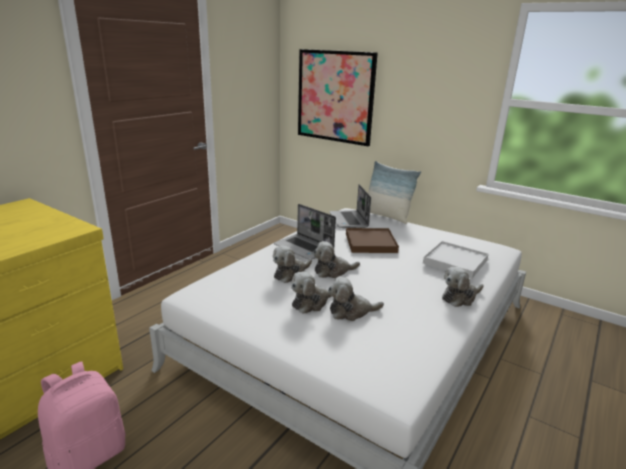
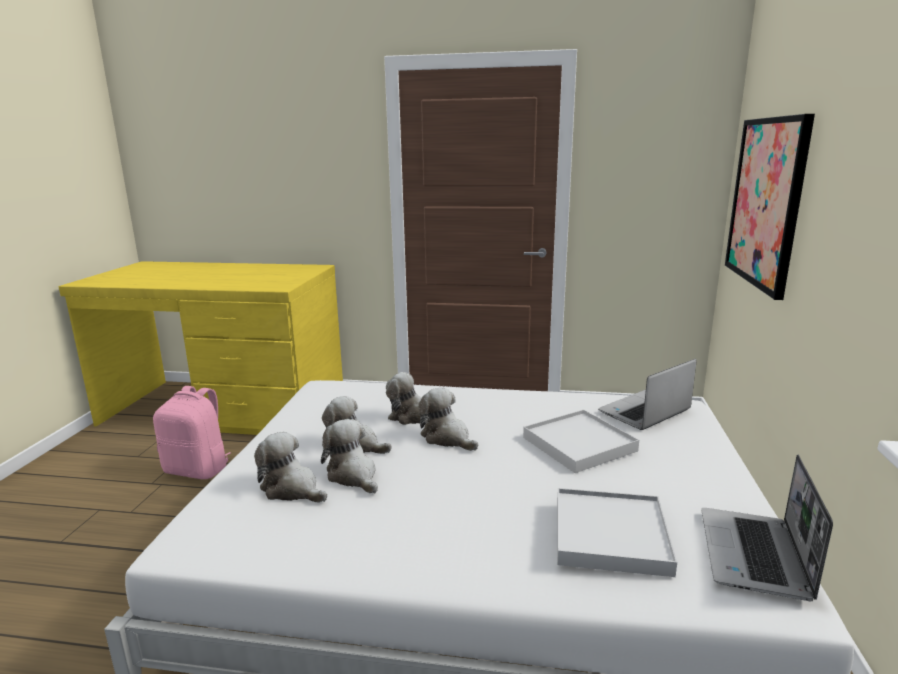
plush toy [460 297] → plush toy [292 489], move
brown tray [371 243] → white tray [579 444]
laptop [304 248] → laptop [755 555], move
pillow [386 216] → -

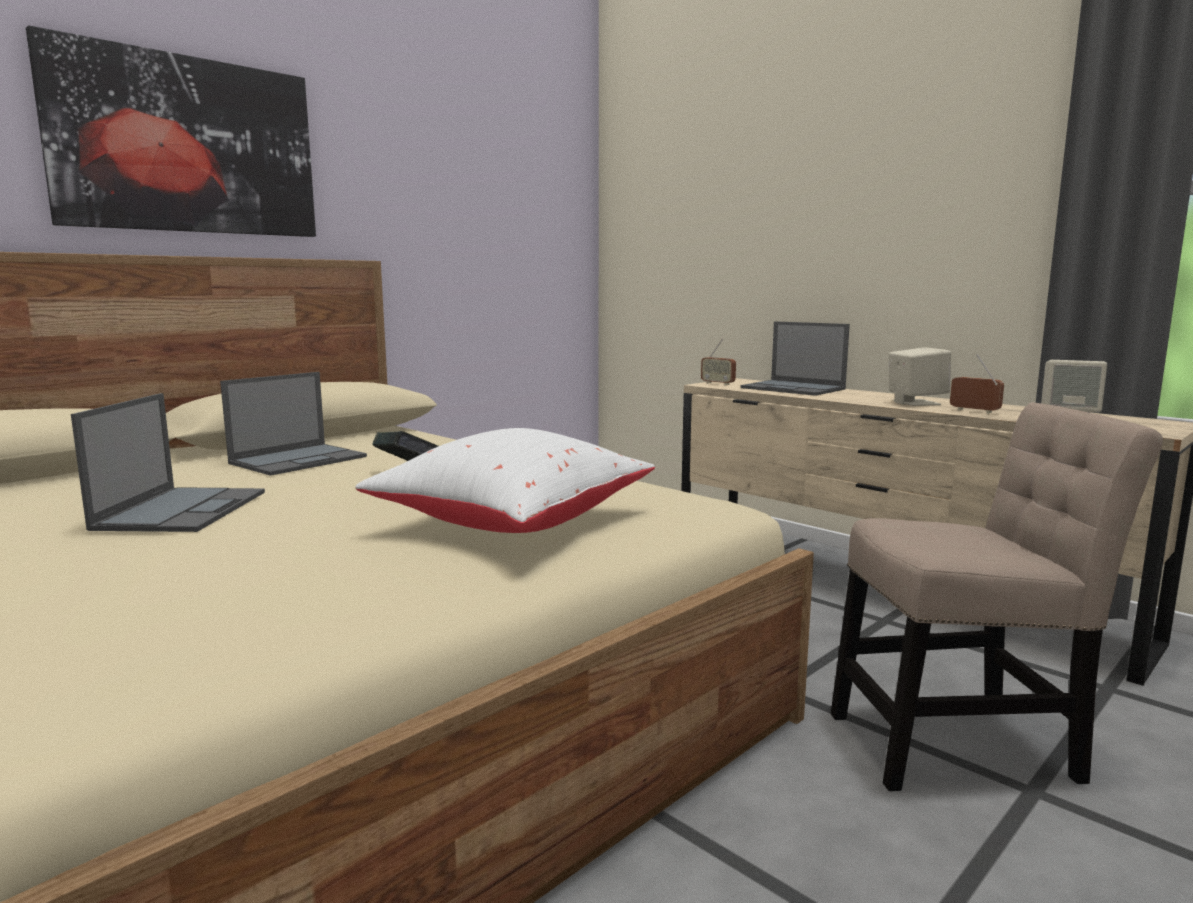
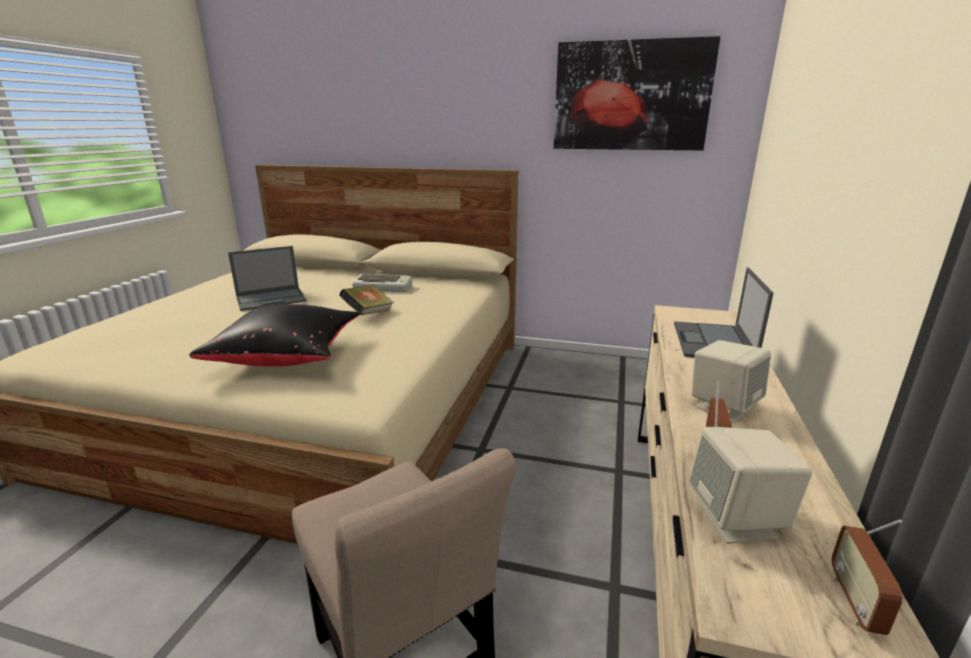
white pillow [511 523] → black pillow [287 356]
laptop [299 460] → keyboard [383 287]
picture [187 145] → picture [631 96], move
radio [718 384] → radio [855 602], move

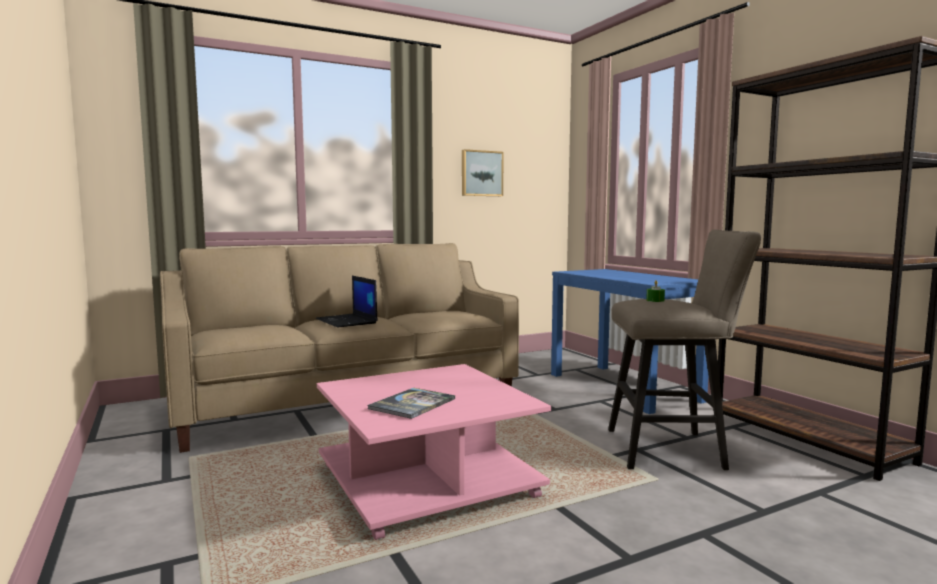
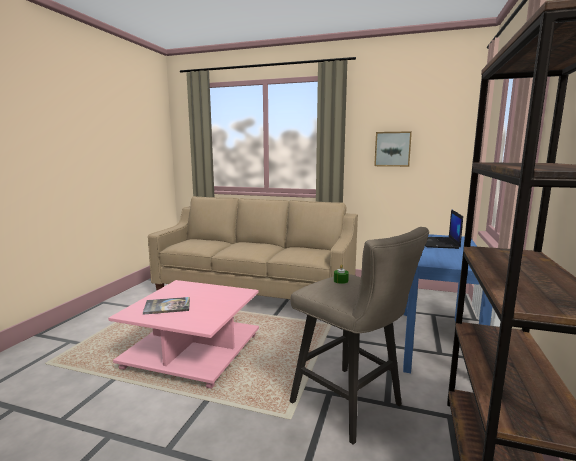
laptop [347 321] → laptop [439 243], move

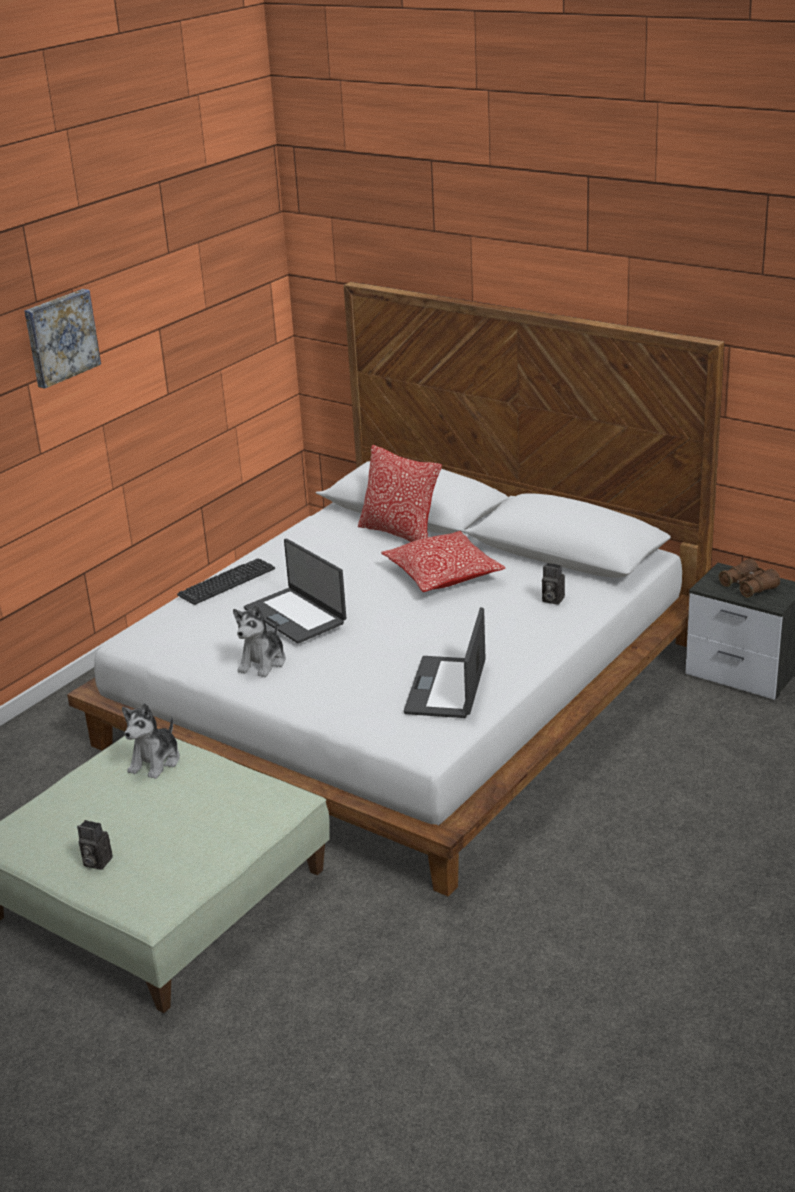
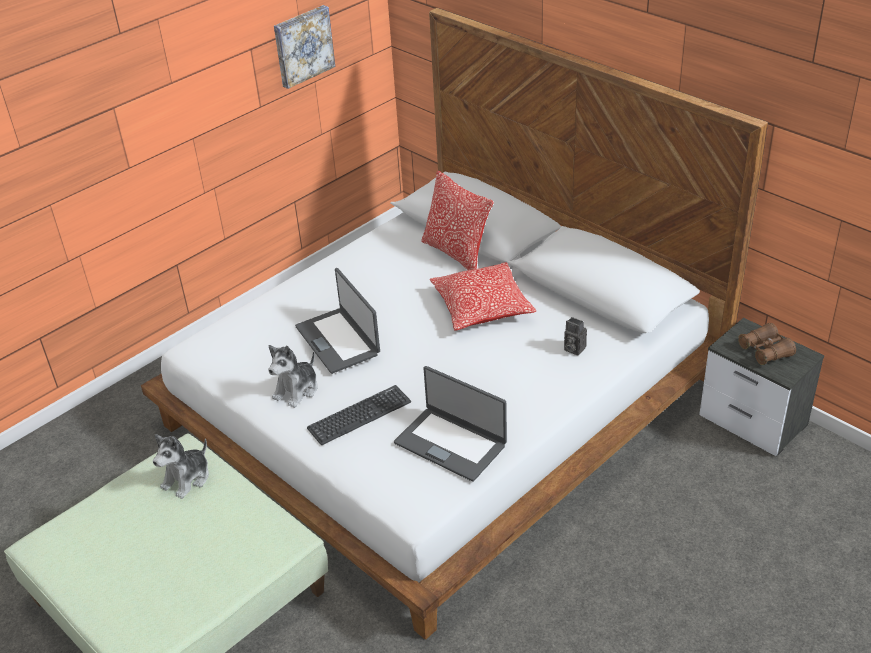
picture [60 337] → picture [303 45], move
keyboard [226 582] → keyboard [359 415], move
laptop [447 688] → laptop [451 443], 75 degrees counterclockwise
photo camera [95 862] → -

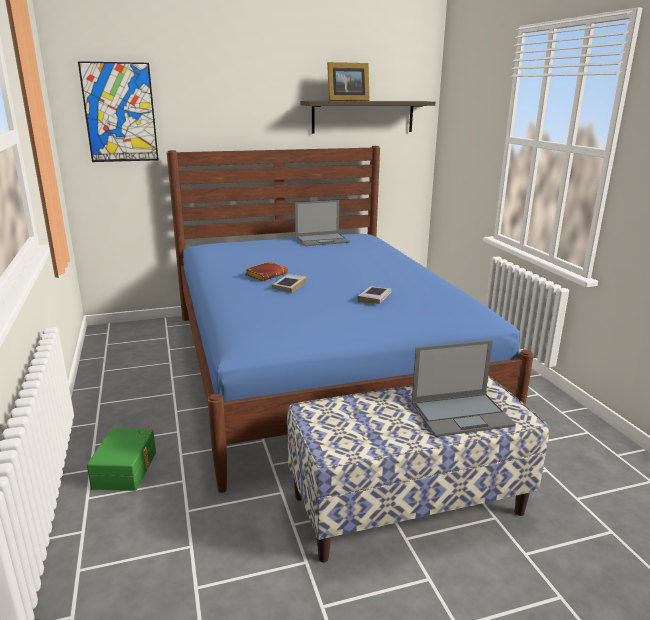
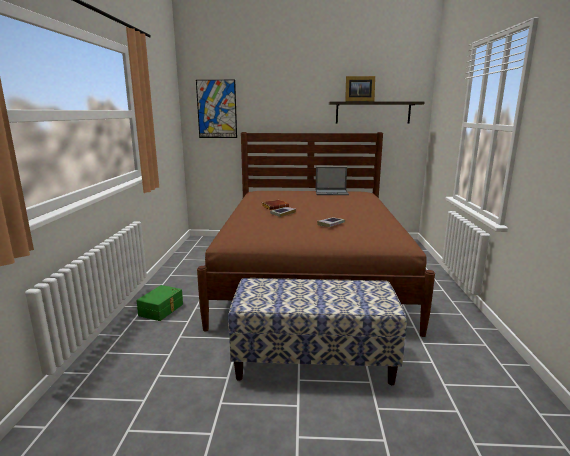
blue bed [319 366] → brown bed [310 274]
laptop [462 414] → -

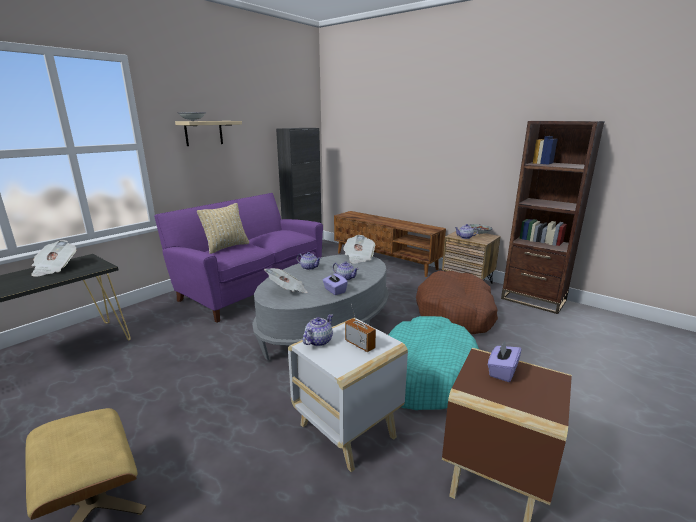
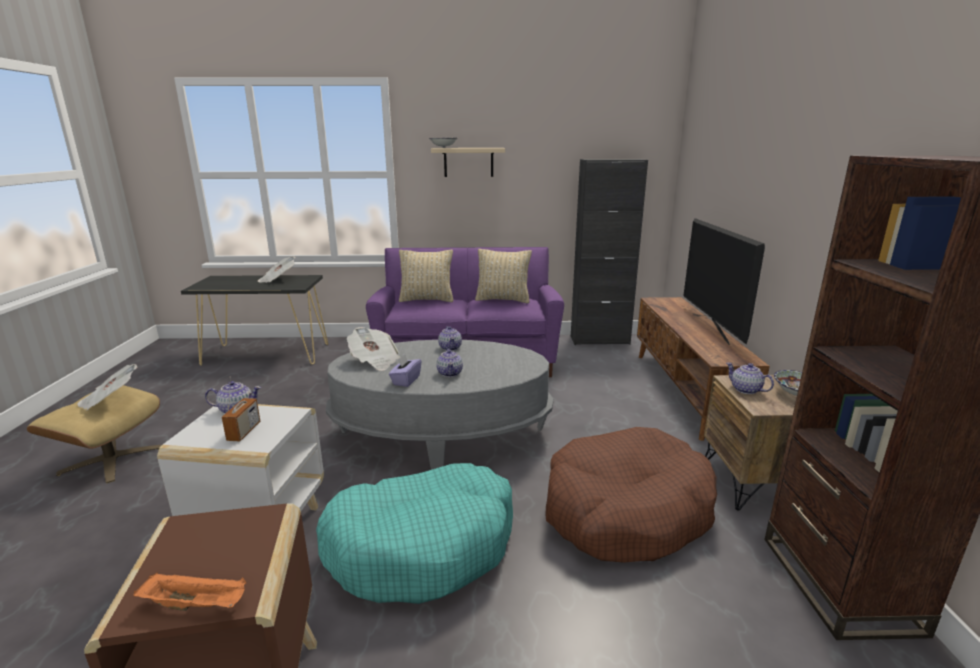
newspaper [358 258] → newspaper [110 400], move
- → orange tray [197 604]
- → beige pillow [503 300]
- → television [710 328]
purple tissue box [502 371] → -

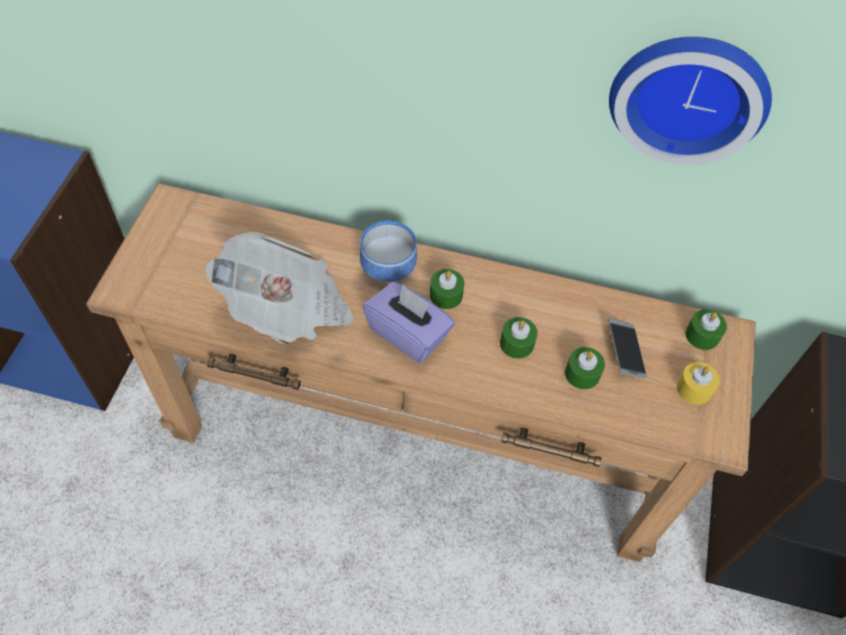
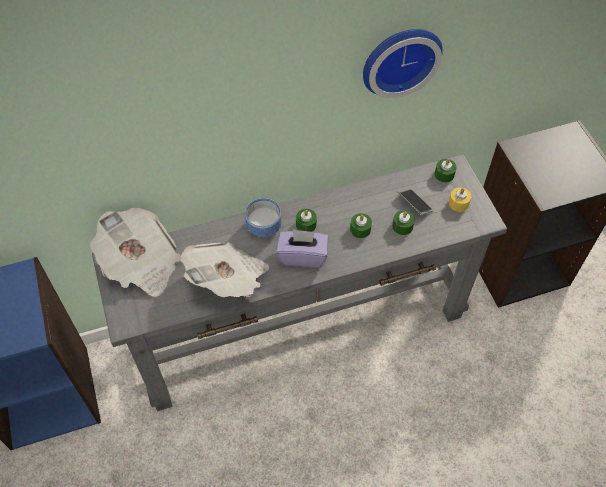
- → newspaper [141 264]
brown console table [415 443] → grey console table [302 328]

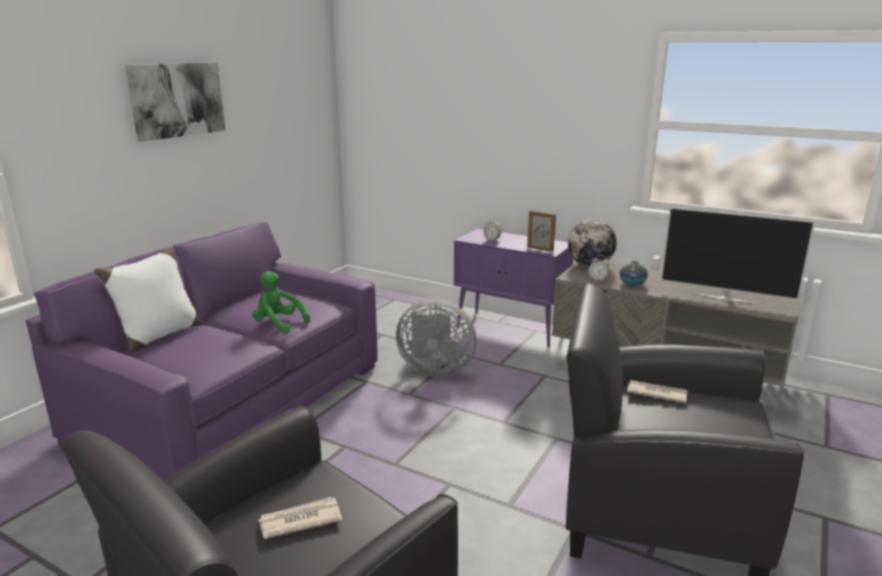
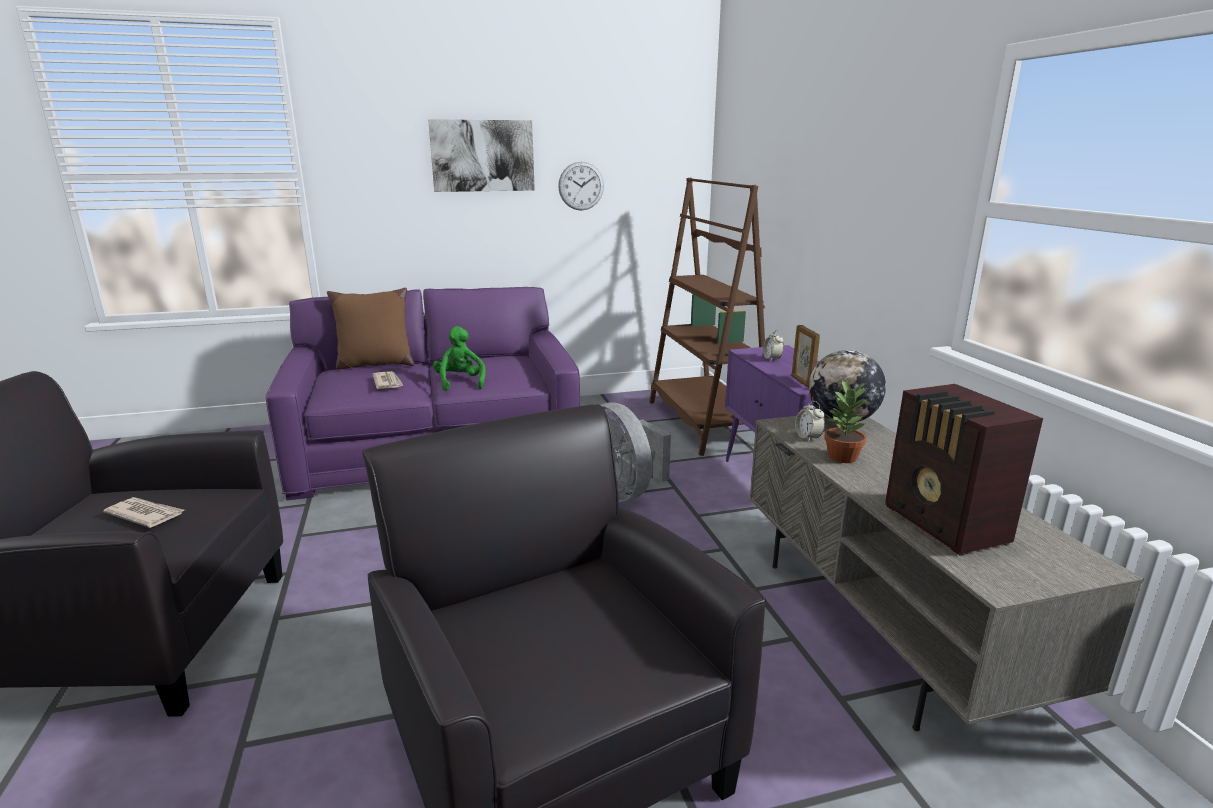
white pillow [158 336] → brown pillow [375 364]
newspaper [656 393] → newspaper [388 382], move
- → wall clock [581 186]
- → brown bookcase [705 423]
vase [632 284] → potted plant [842 457]
television [725 298] → radio [945 525]

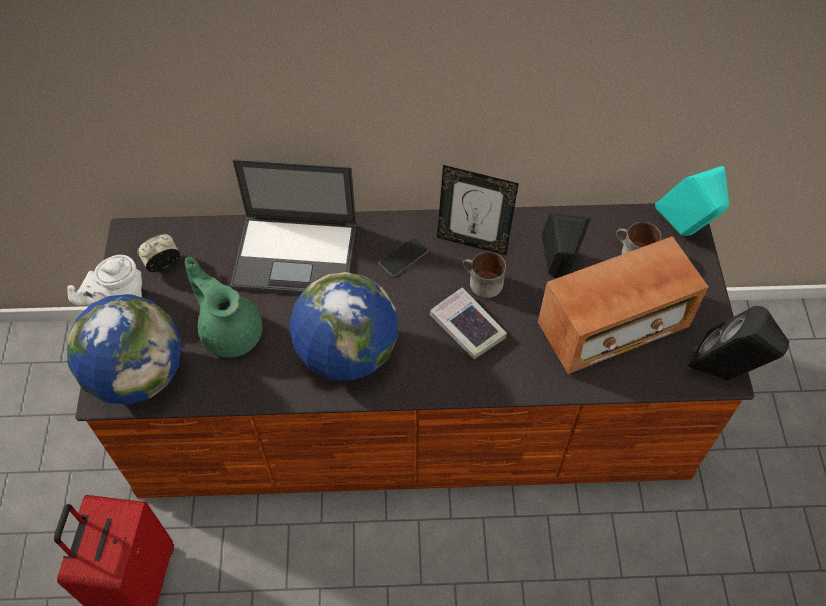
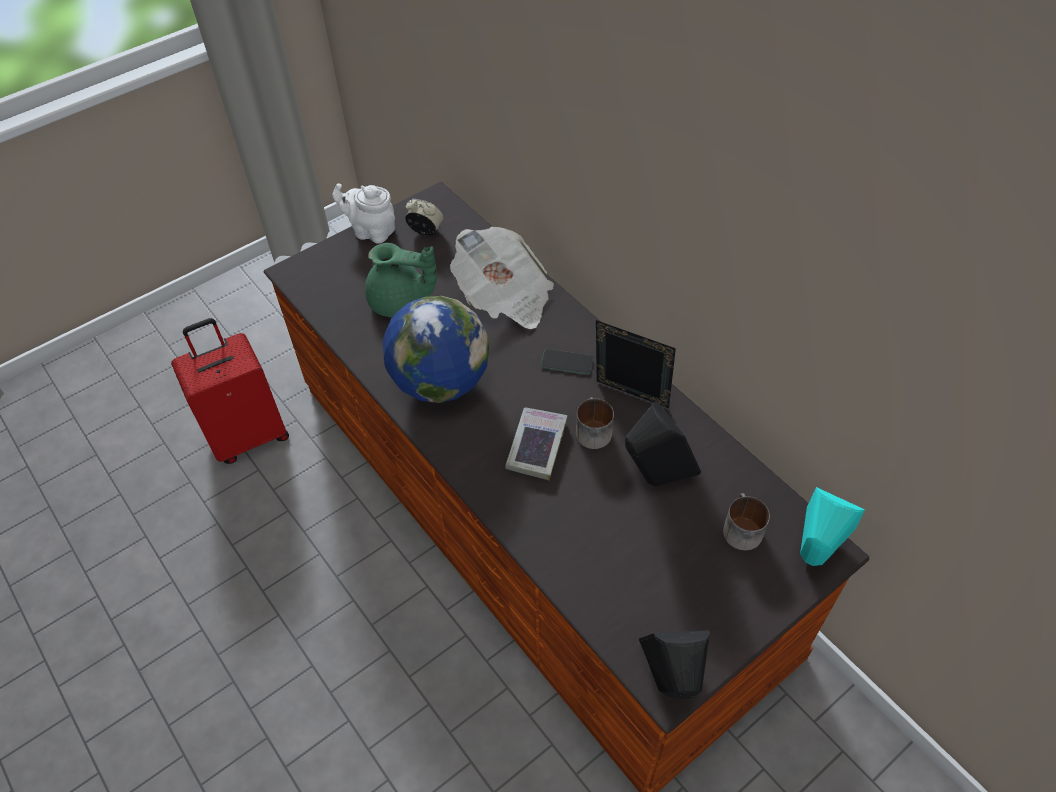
green teapot [230 331] → green teapot [401 303], 90 degrees clockwise
laptop [297 255] → newspaper [504 297]
picture frame [473 241] → picture frame [629 399], 135 degrees clockwise
globe [138 375] → -
radio [613 327] → -

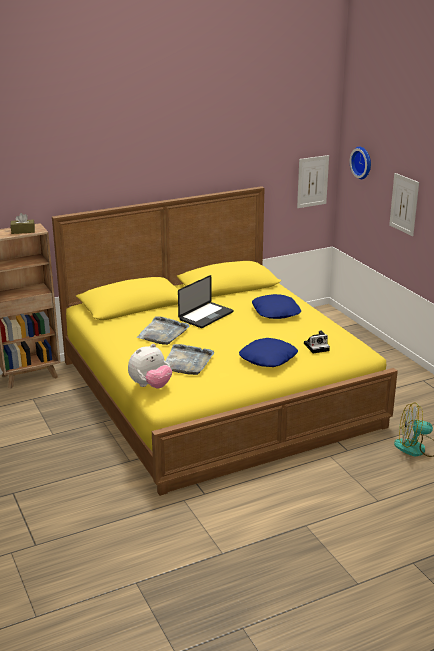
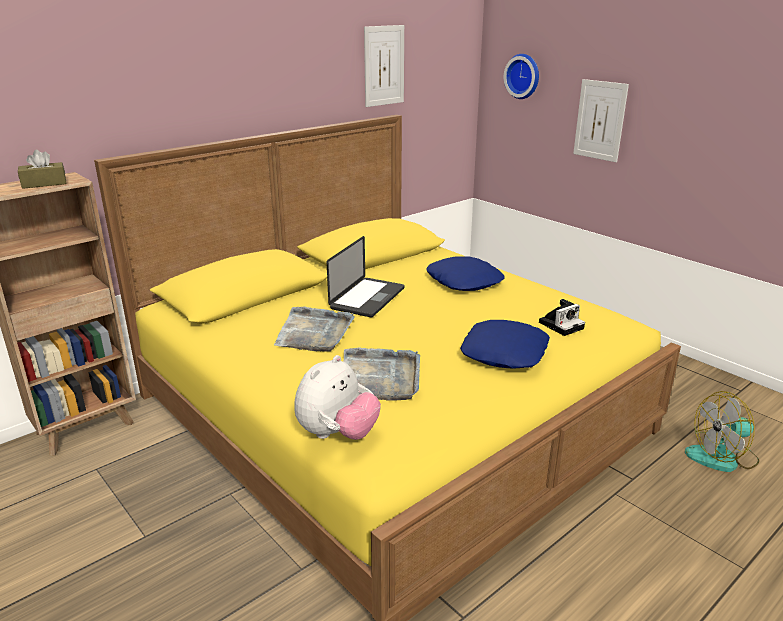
picture [312 181] → picture [384 66], move

